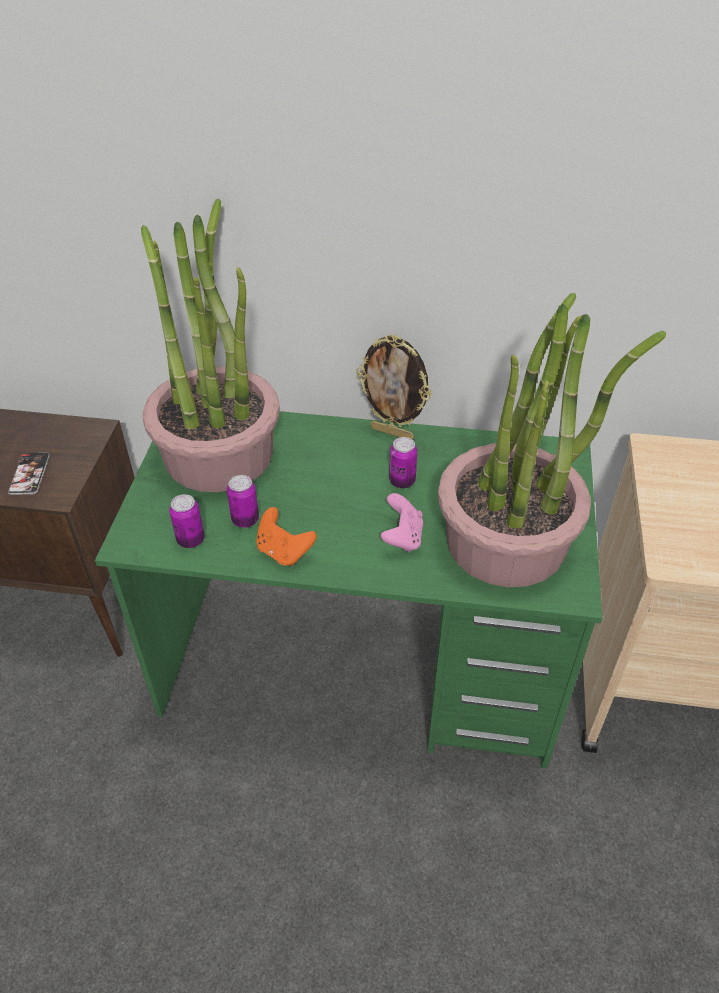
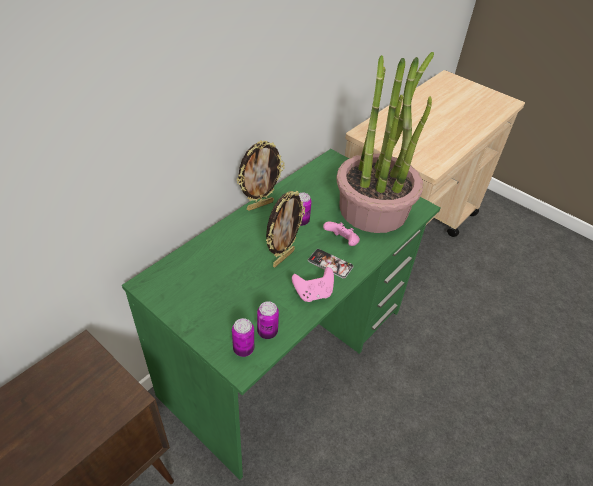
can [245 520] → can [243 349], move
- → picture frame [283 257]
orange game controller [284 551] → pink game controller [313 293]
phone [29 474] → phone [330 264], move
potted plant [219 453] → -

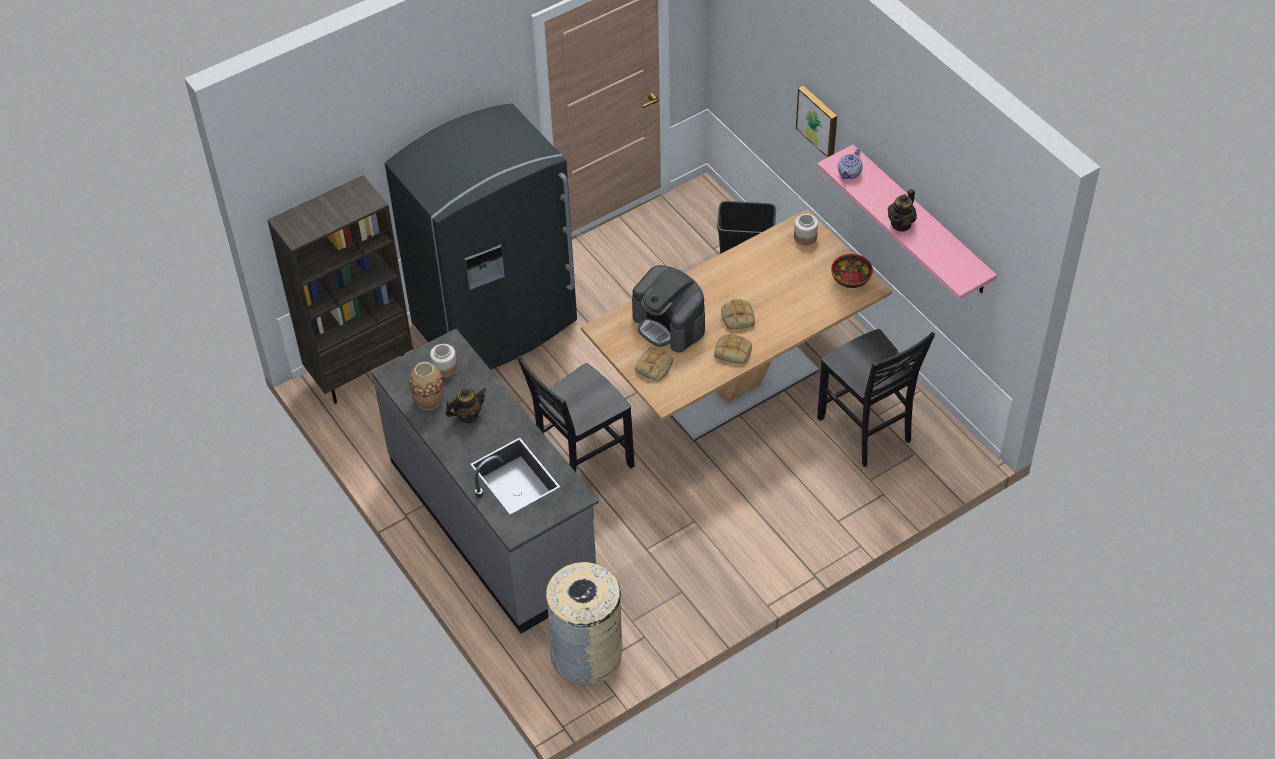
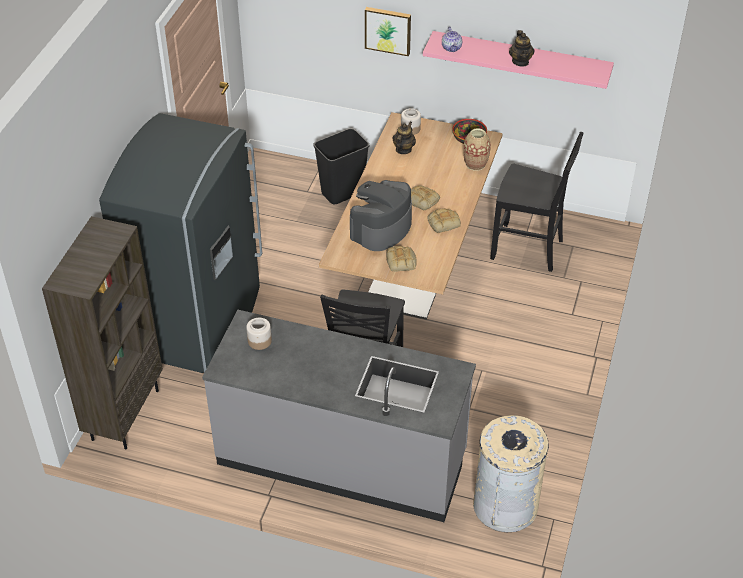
coffee machine [669 324] → coffee machine [380 229], 120 degrees clockwise
teapot [468 415] → teapot [403 149], move
vase [429 400] → vase [475 164], move

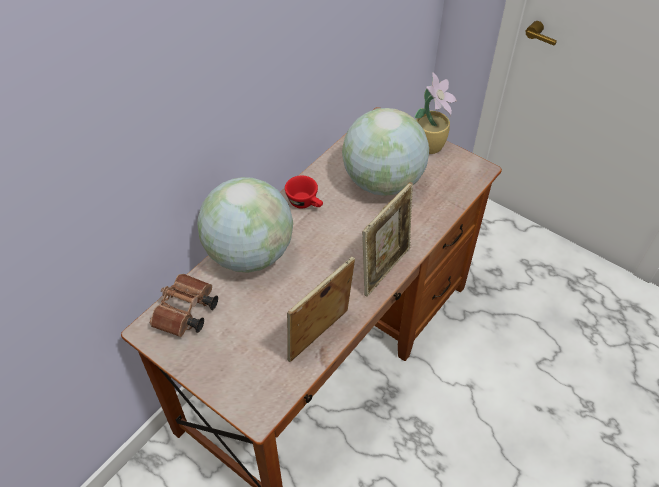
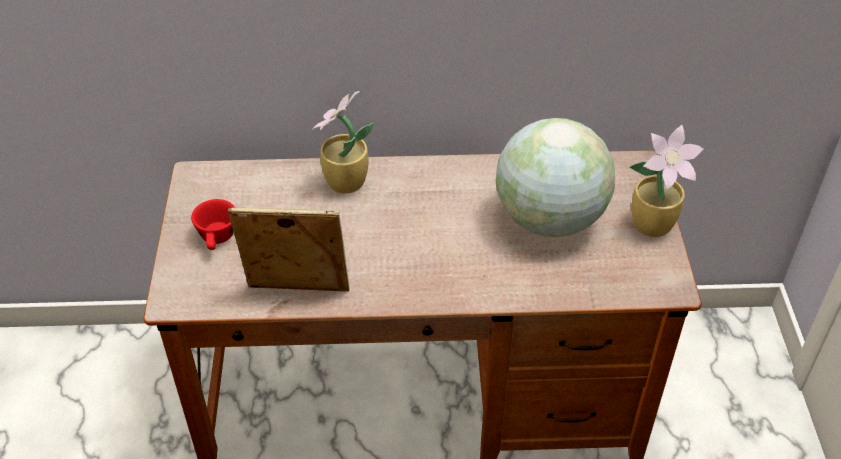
red cup [306 203] → red cup [218 239], move
globe [250 254] → potted plant [344 183]
brown binoculars [186 314] → -
picture frame [385 269] → -

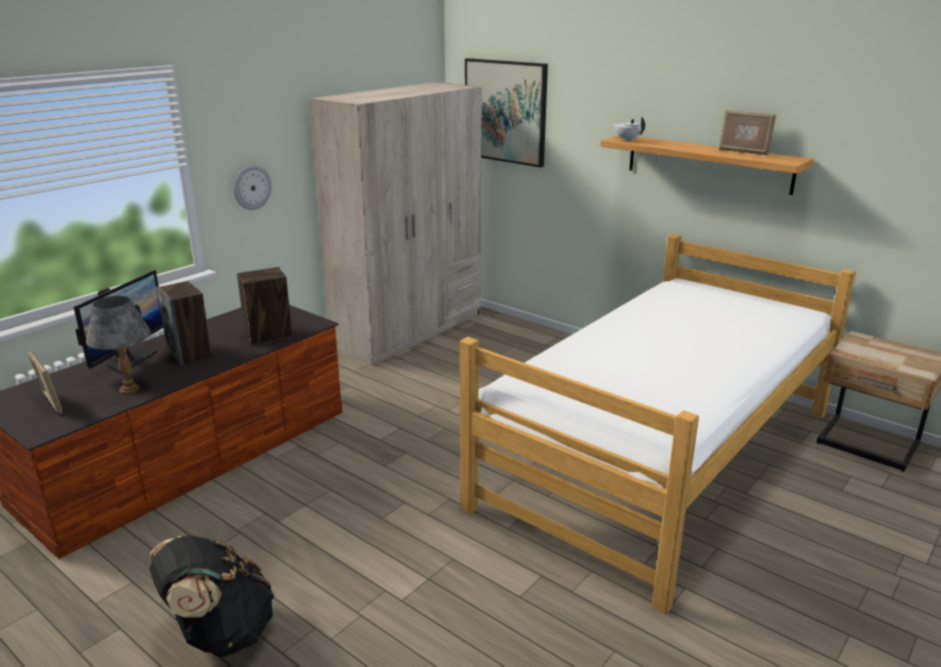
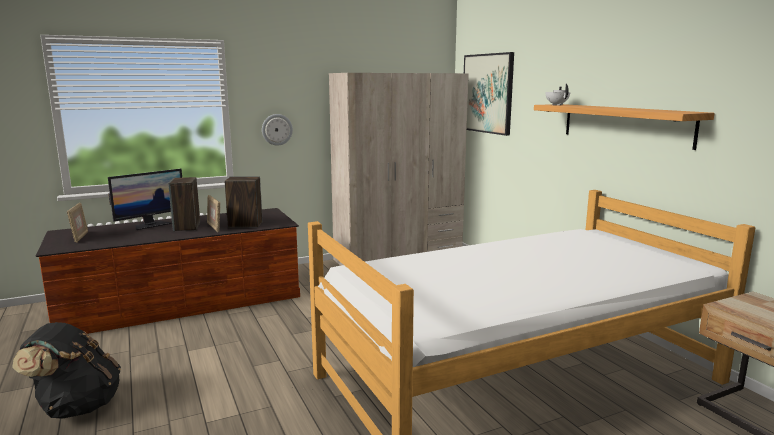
picture frame [743 152] → picture frame [214 227], move
grey table lamp [130 389] → -

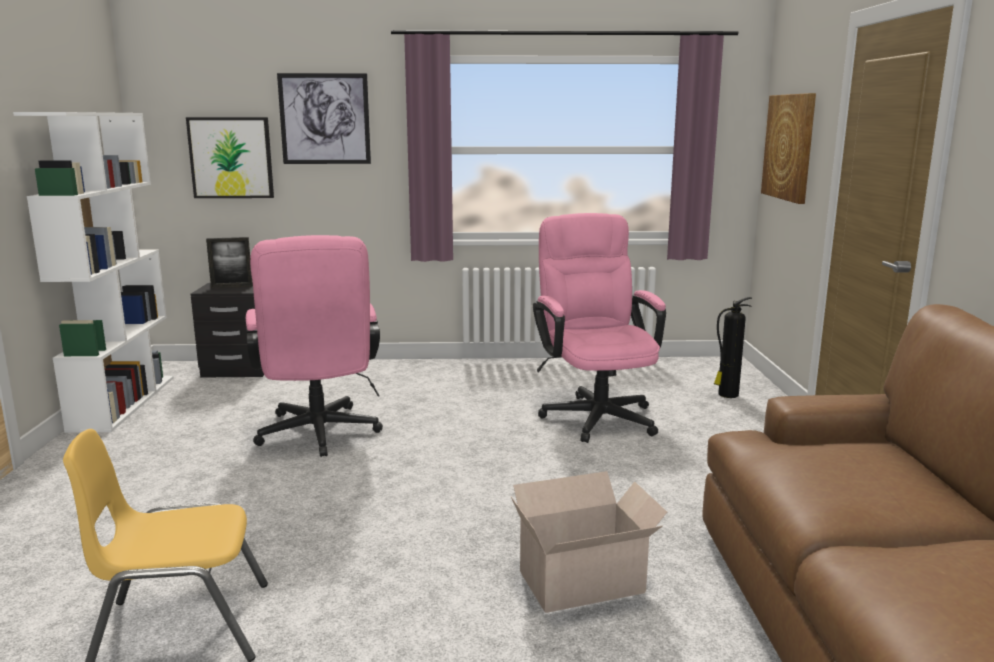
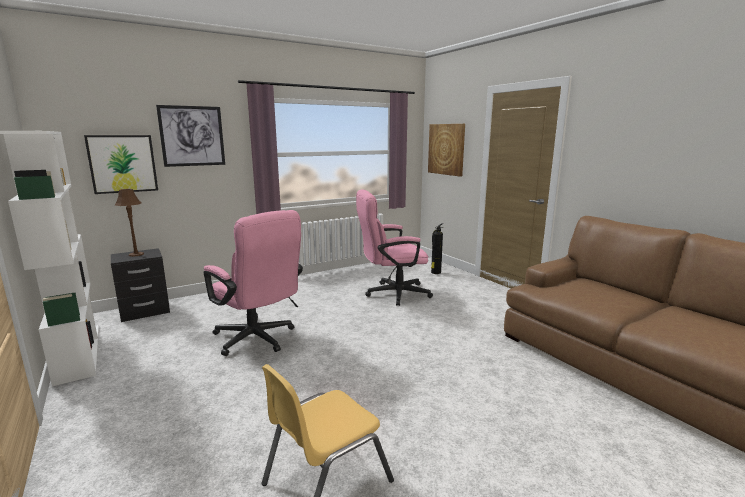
picture frame [232 287] → brown table lamp [136 254]
pink office chair [595 414] → pink office chair [391 293], 60 degrees counterclockwise
cardboard box [585 582] → -

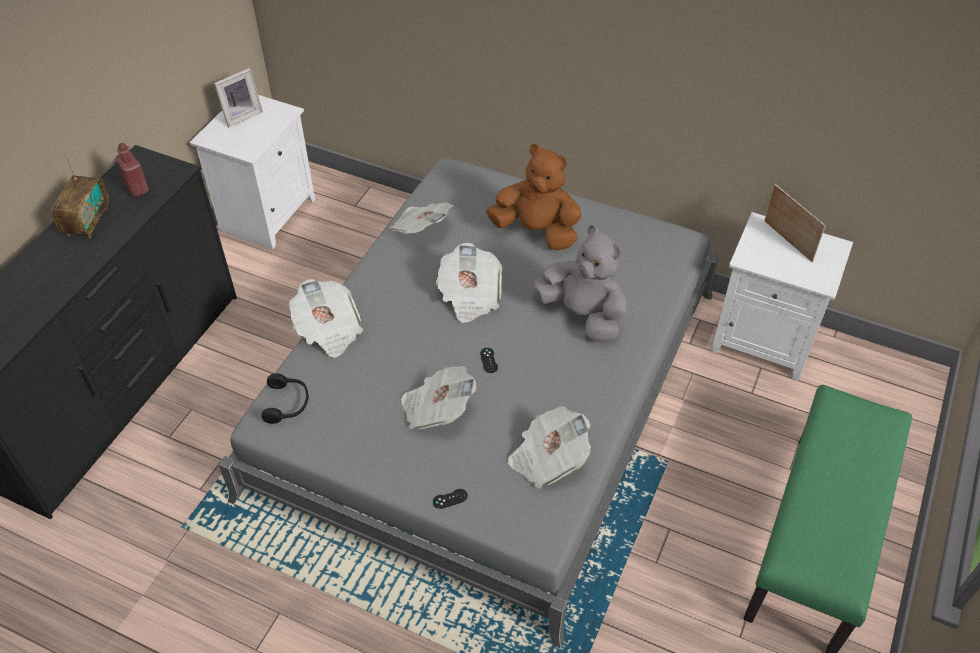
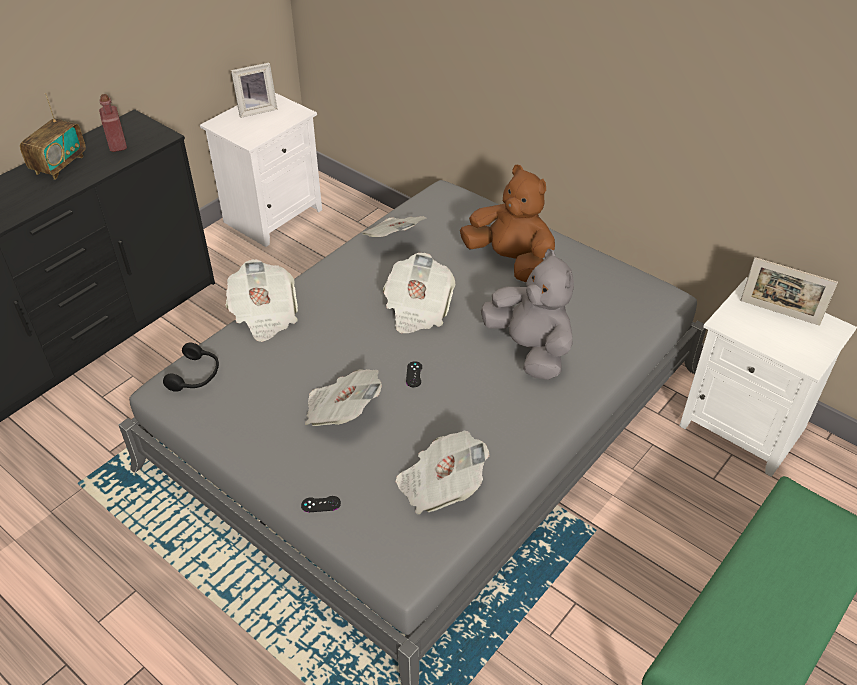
picture frame [788 241] → picture frame [779 312], 135 degrees clockwise

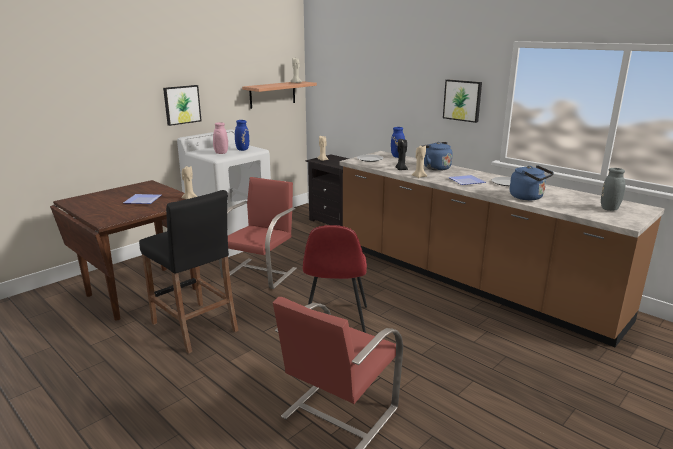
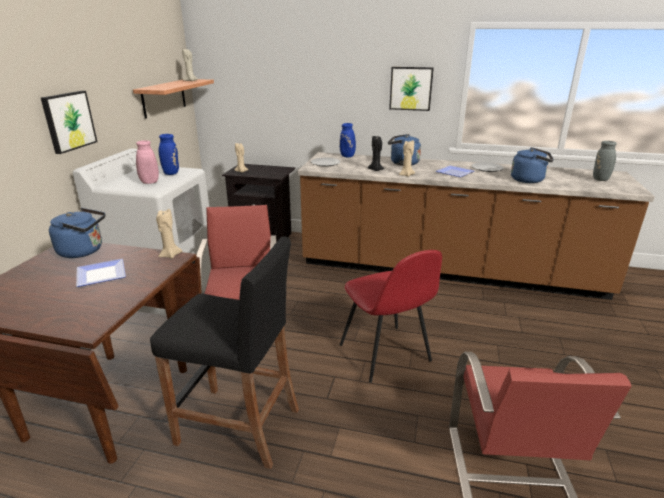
- → blue kettle [84 251]

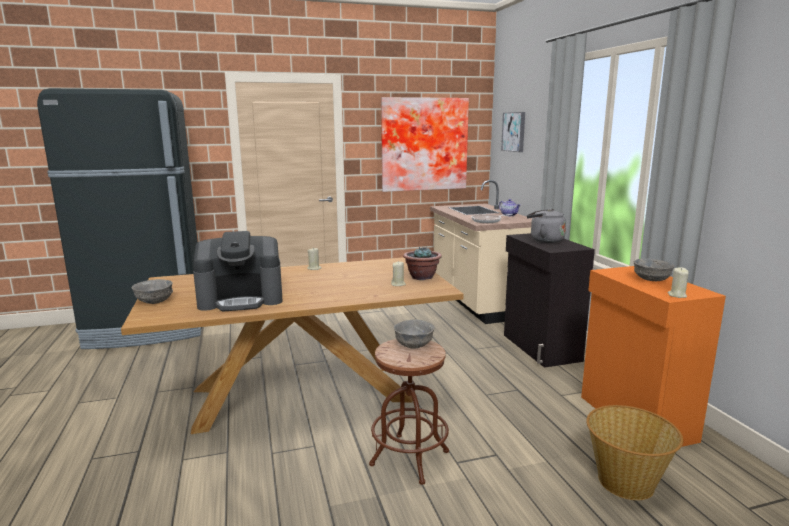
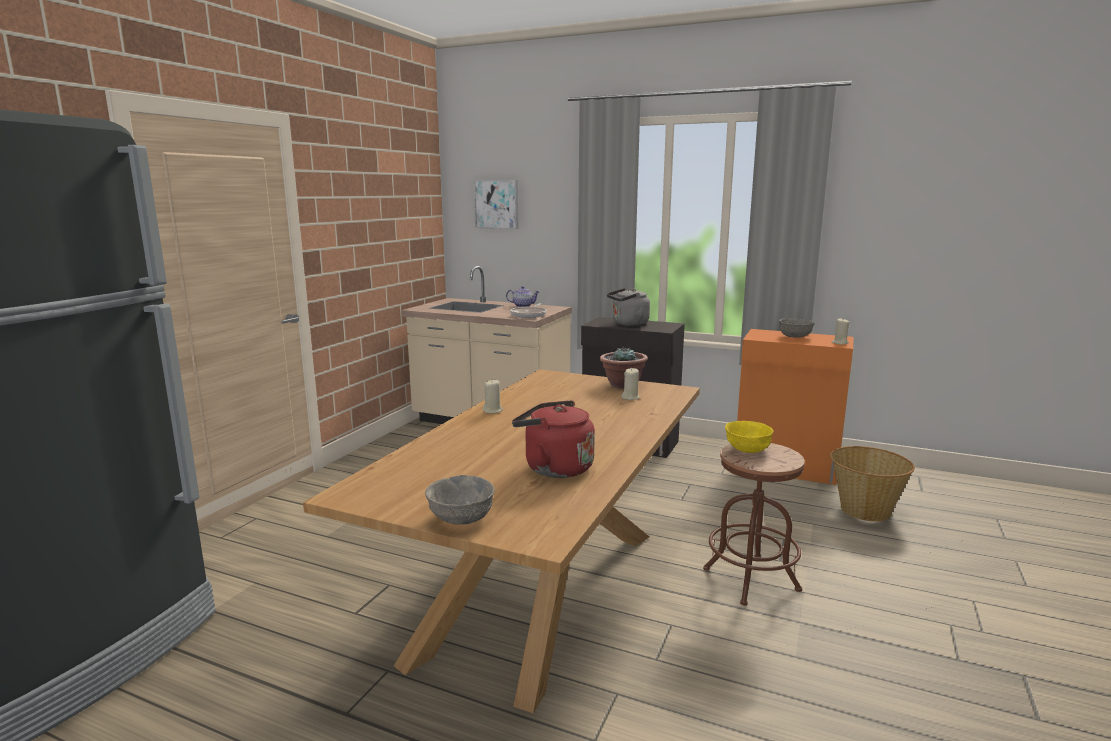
coffee machine [241 299] → red kettle [554 468]
grey bowl [414 345] → yellow bowl [748 449]
picture [423 144] → -

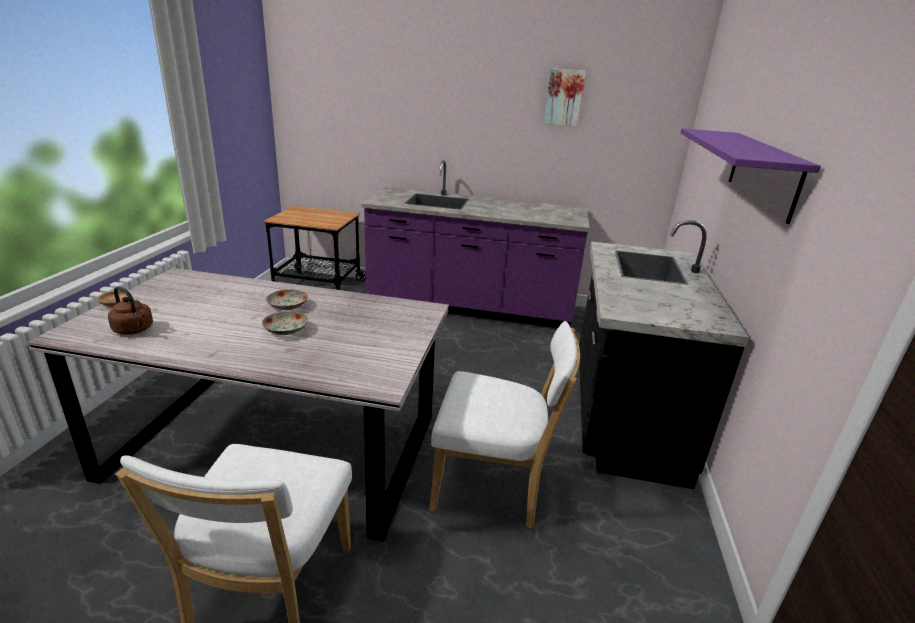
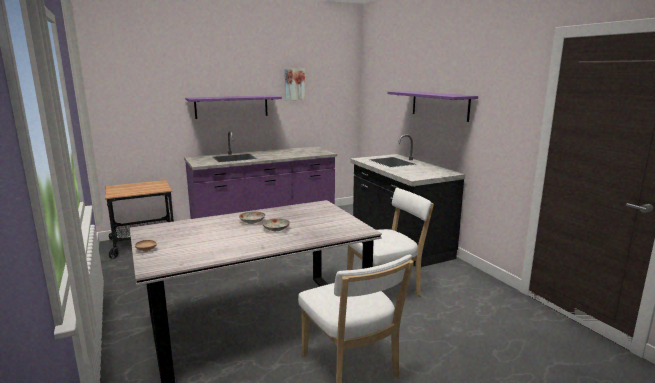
- → purple shelf [232 106]
brown kettle [134 330] → -

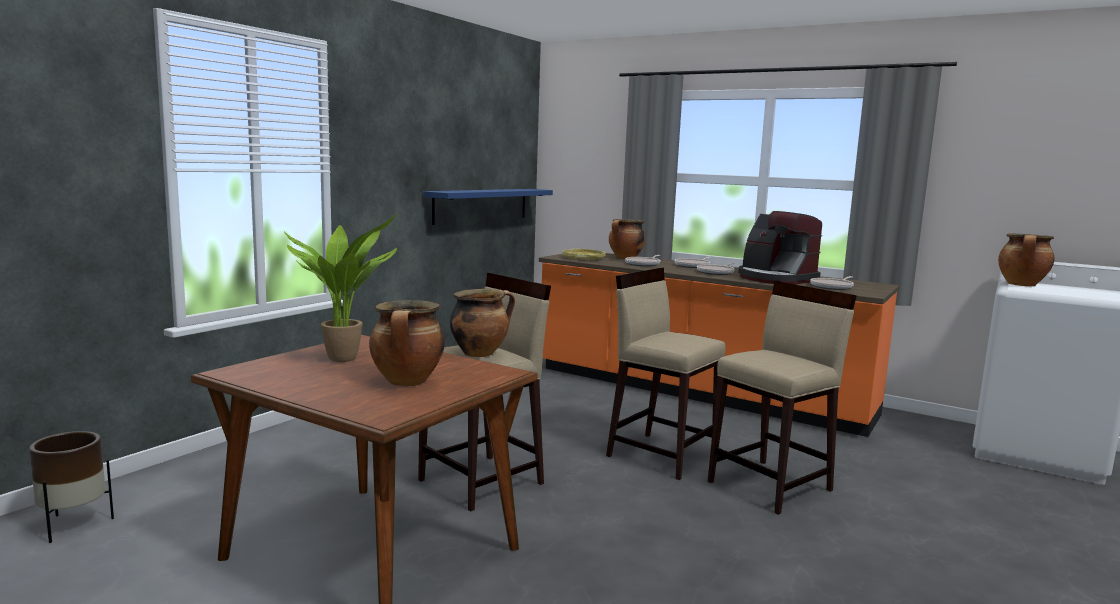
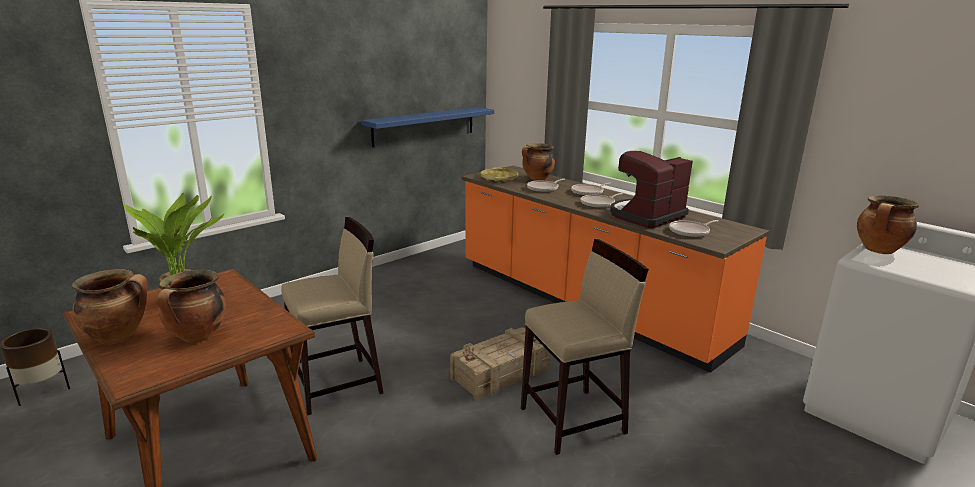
cooking pot [480 353] → cooking pot [119 336], move
beige stool [661 455] → crate [501 373]
coffee machine [775 279] → coffee machine [646 216], 75 degrees clockwise

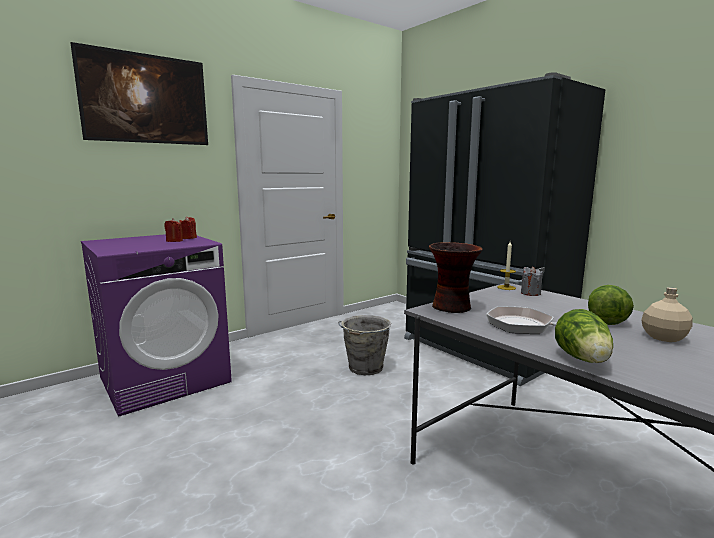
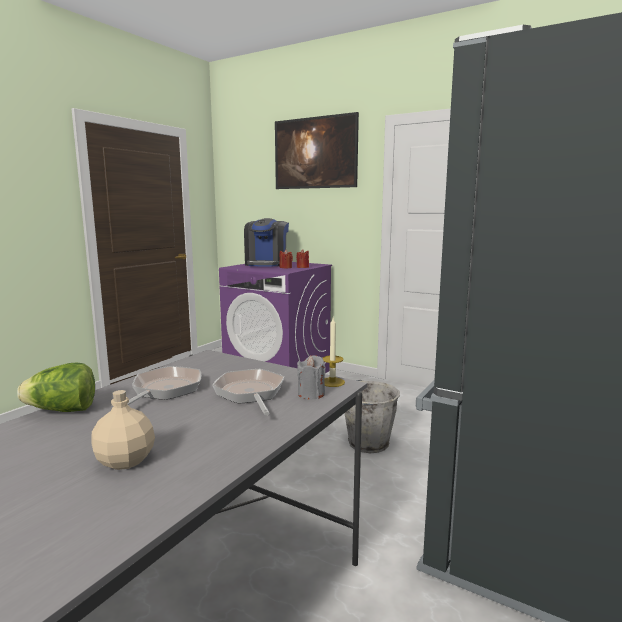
- → frying pan [250 393]
- → coffee machine [266 264]
vase [453 307] → -
lettuce [606 320] → -

